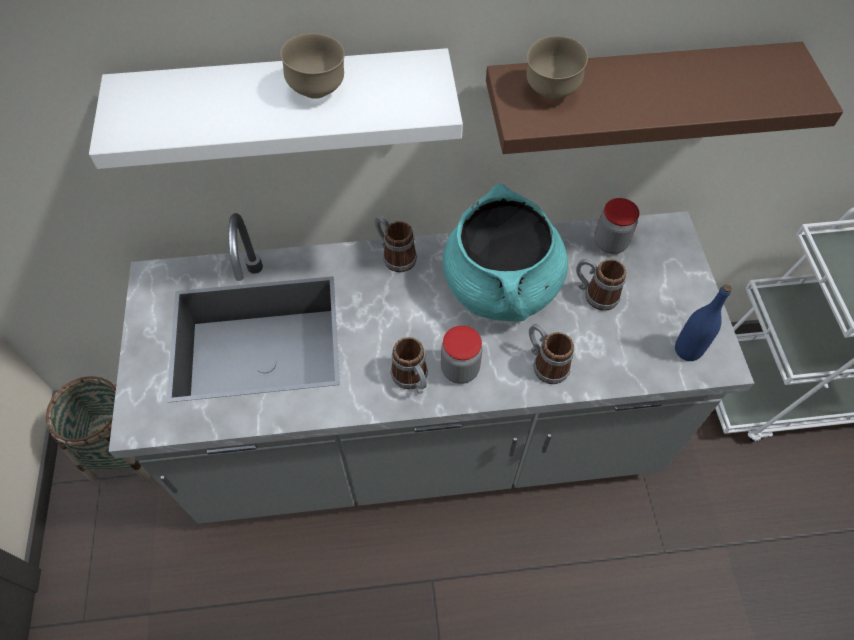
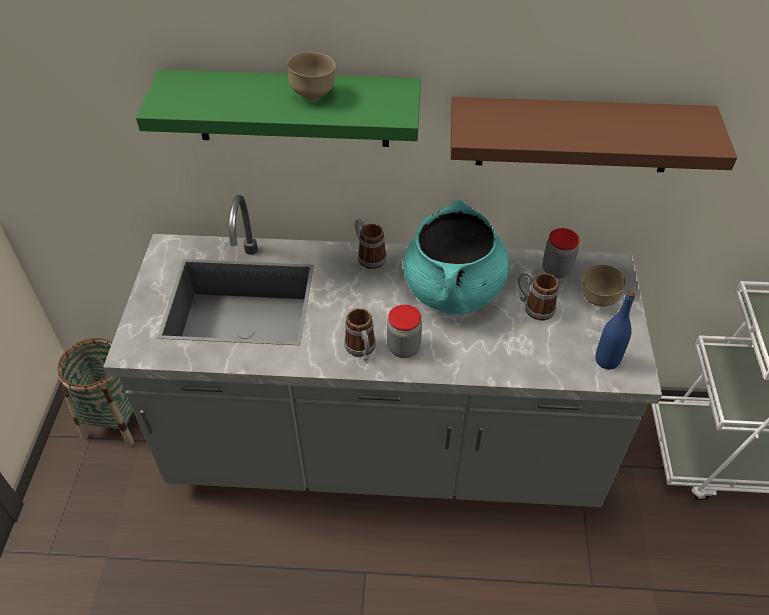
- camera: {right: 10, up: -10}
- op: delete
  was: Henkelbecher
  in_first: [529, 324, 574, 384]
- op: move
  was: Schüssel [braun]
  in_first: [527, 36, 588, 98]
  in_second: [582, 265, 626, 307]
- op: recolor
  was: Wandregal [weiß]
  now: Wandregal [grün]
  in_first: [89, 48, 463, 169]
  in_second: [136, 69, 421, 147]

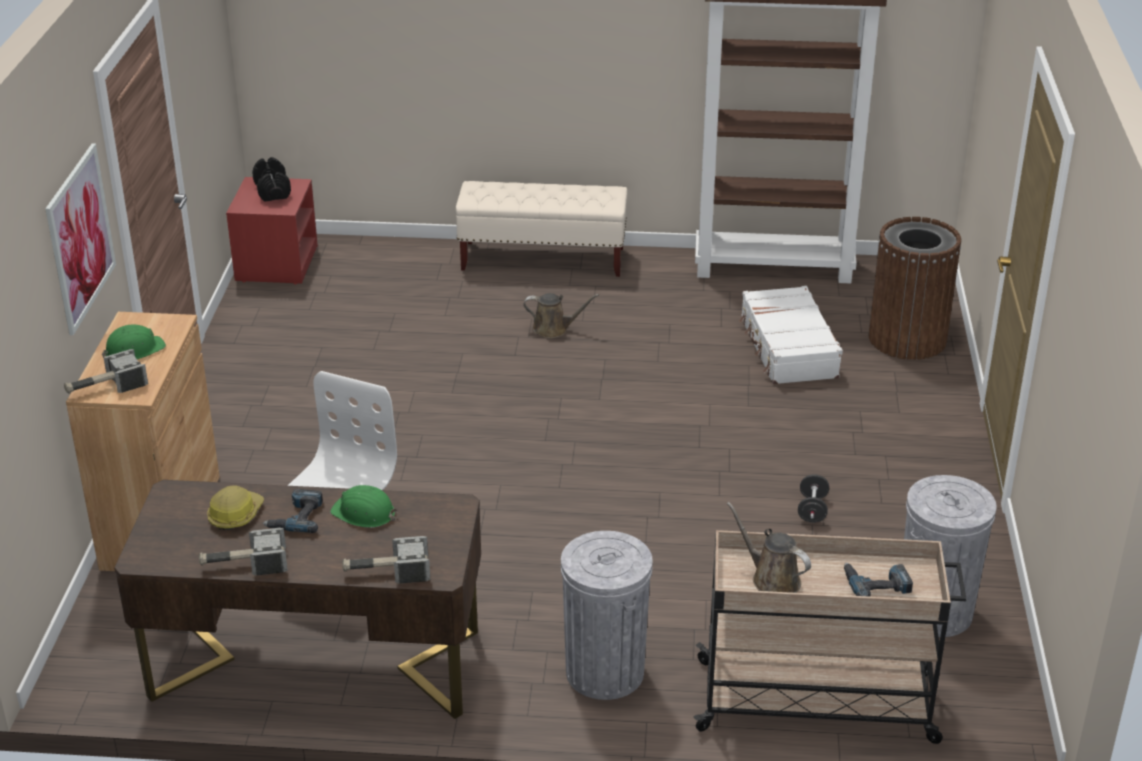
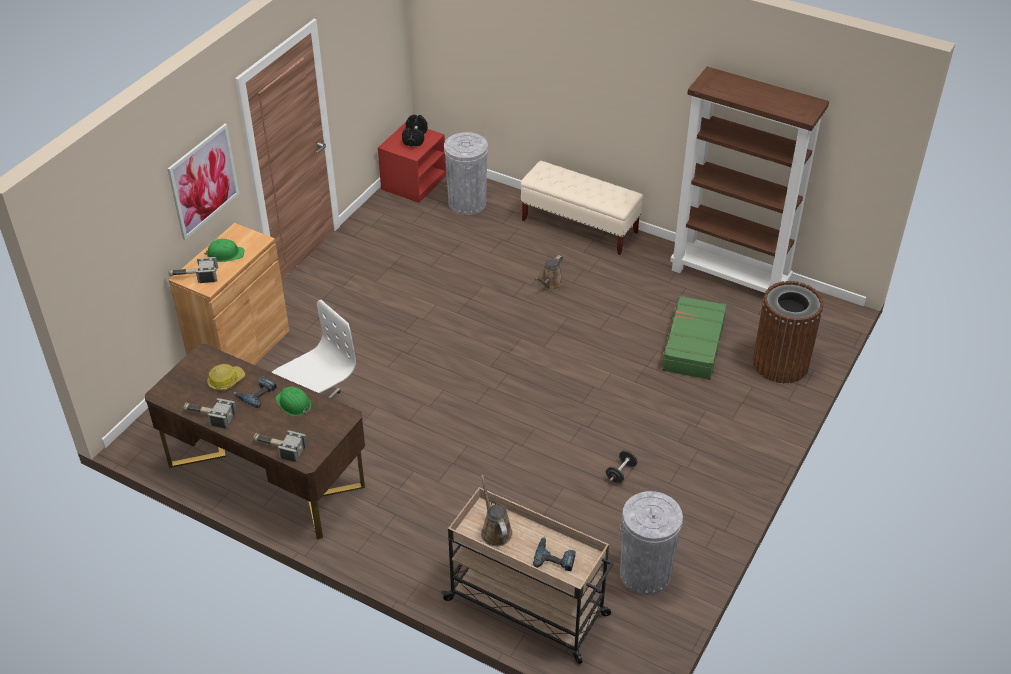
- camera: {right: 25, up: 10}
- op: move
  was: Mülleimer [grau]
  in_first: [561, 531, 653, 700]
  in_second: [444, 132, 488, 215]
- op: recolor
  was: Koffer [weiß]
  now: Koffer [grün]
  in_first: [739, 286, 843, 384]
  in_second: [660, 296, 727, 380]
- op: rotate
  was: Gießkanne [braun]
  in_first: [523, 293, 599, 338]
  in_second: [535, 255, 564, 290]
  clockwise: 90

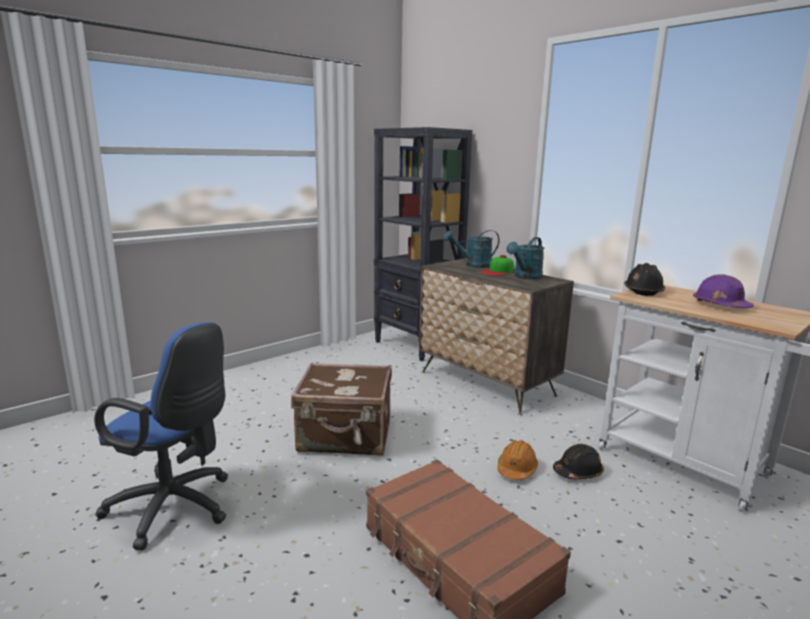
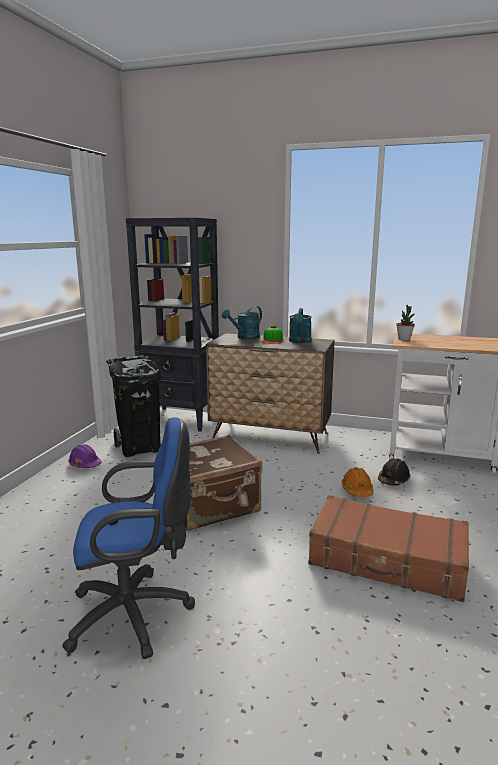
- camera: {right: -30, up: 0}
- op: insert
  now: Mülleimer [schwarz]
  in_second: [106, 356, 161, 457]
- op: move
  was: Schutzhelm [lila]
  in_first: [693, 274, 754, 308]
  in_second: [68, 444, 102, 468]
- op: replace
  was: Schutzhelm [schwarz]
  now: Topfpflanze
  in_first: [624, 263, 665, 296]
  in_second: [396, 305, 415, 340]

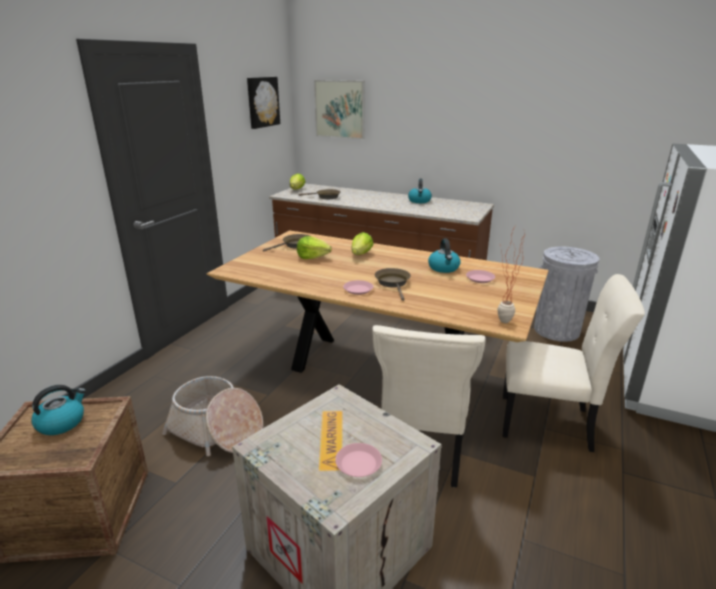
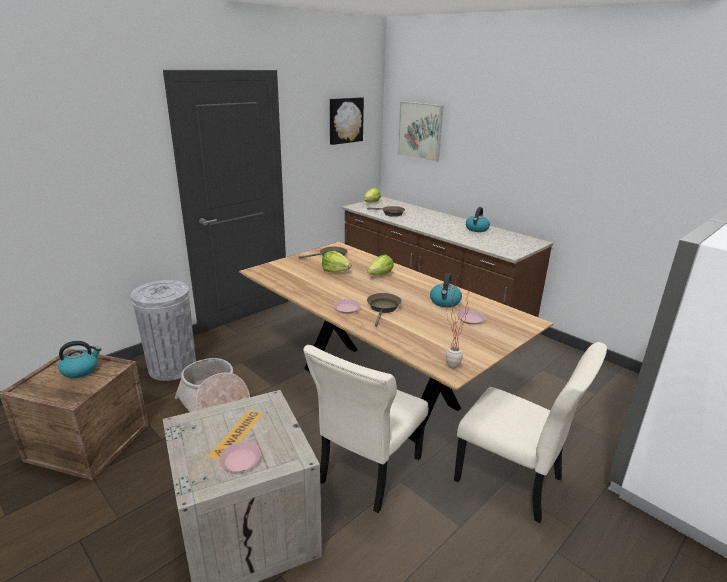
- camera: {right: 20, up: 0}
- op: move
  was: Mülleimer [grau]
  in_first: [534, 247, 599, 342]
  in_second: [131, 280, 196, 381]

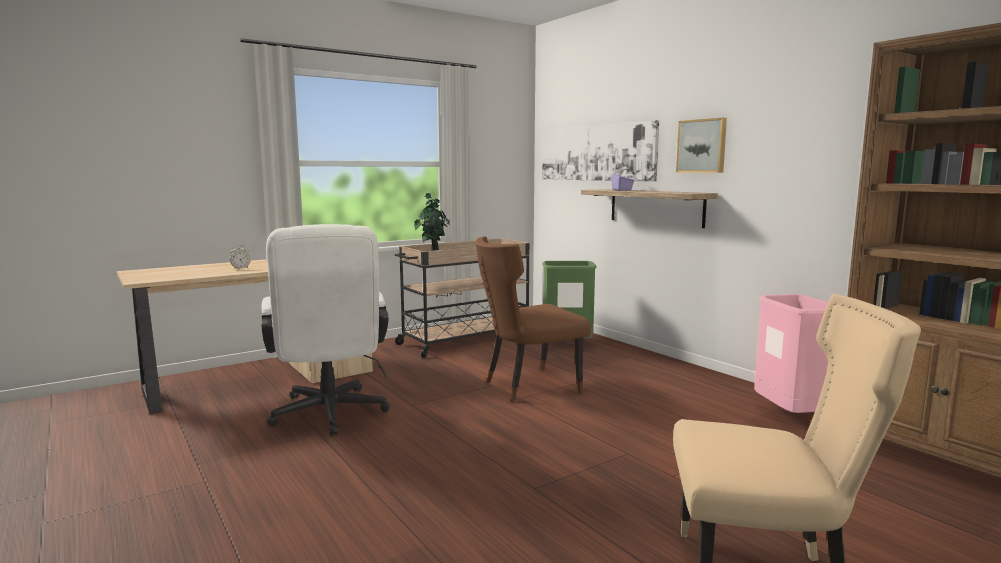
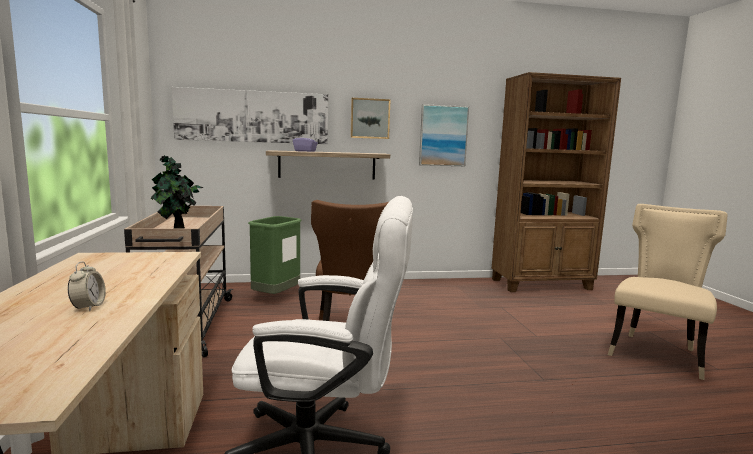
- camera: {right: -65, up: 0}
- op: delete
  was: Mülleimer [rosa]
  in_first: [754, 294, 828, 413]
- op: insert
  now: Bild
  in_second: [419, 104, 469, 166]

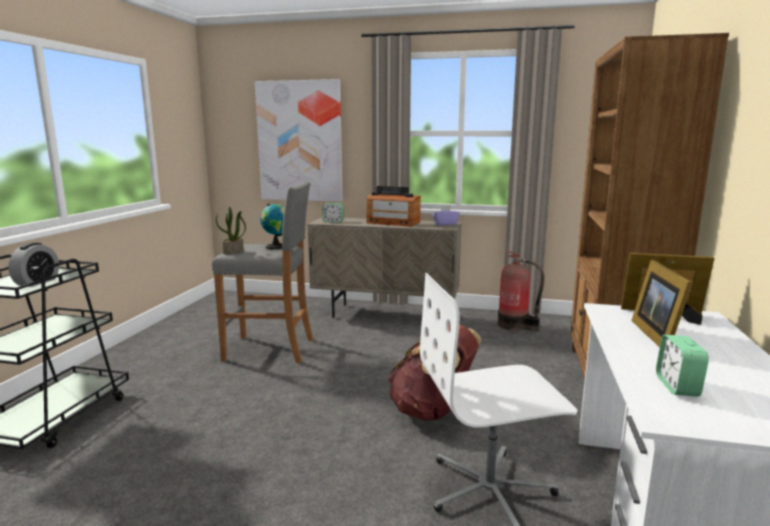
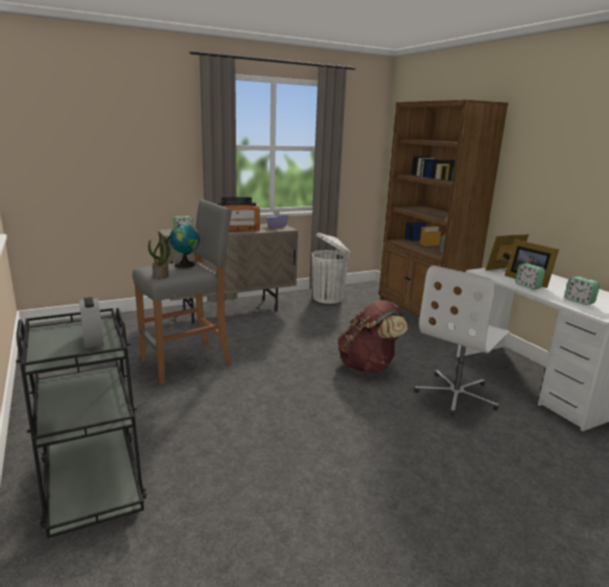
- camera: {right: -40, up: 5}
- op: delete
  was: Bild
  in_first: [255, 79, 343, 202]
- op: insert
  now: Wecker
  in_second: [515, 263, 545, 290]
- op: replace
  was: Feuerlöscher
  now: Mülleimer [weiß]
  in_first: [498, 251, 545, 331]
  in_second: [312, 232, 351, 304]

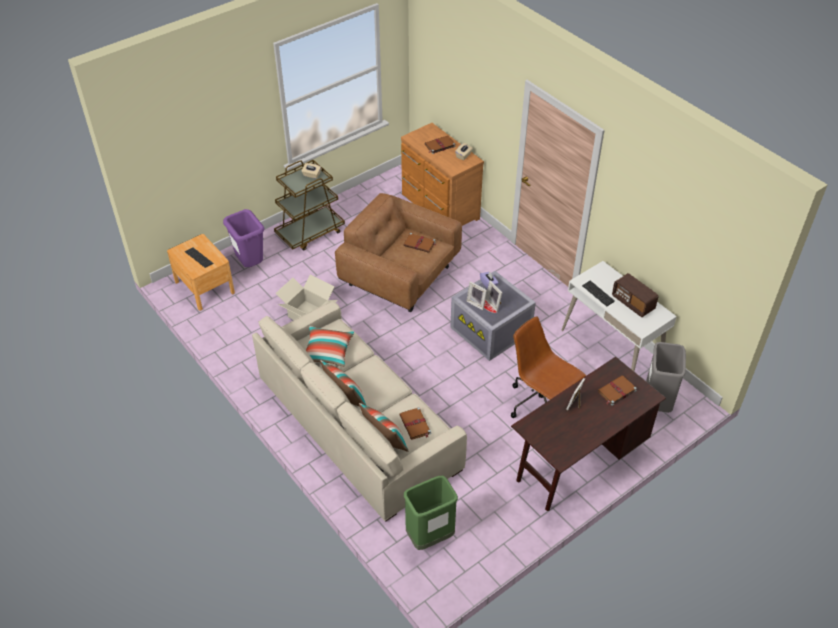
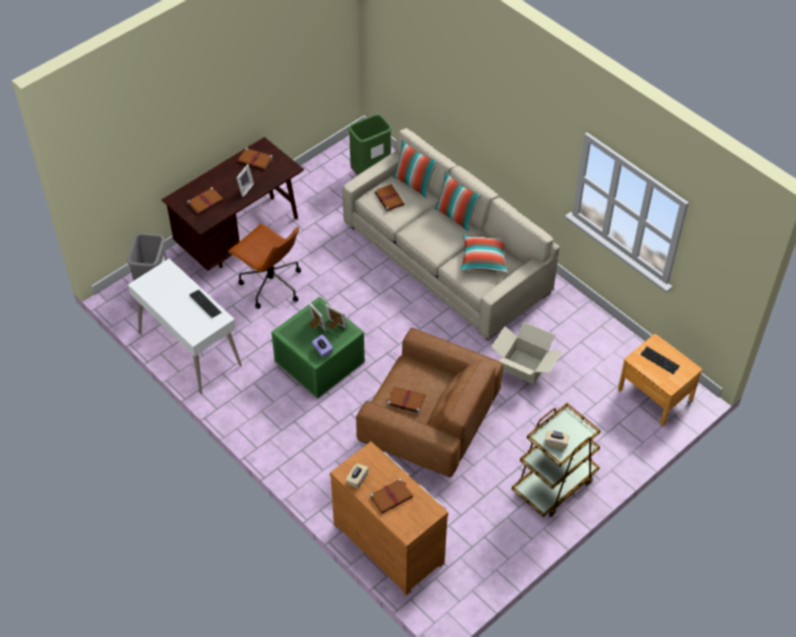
- camera: {right: 175, up: 5}
- op: delete
  was: Mülleimer [lila]
  in_first: [223, 209, 265, 267]
- op: delete
  was: Radio
  in_first: [612, 273, 658, 317]
- op: insert
  now: Buch [braun]
  in_second: [237, 148, 273, 170]
- op: recolor
  was: Aufbewahrungsbox [grau]
  now: Aufbewahrungsbox [grün]
  in_first: [450, 271, 536, 361]
  in_second: [271, 296, 365, 398]

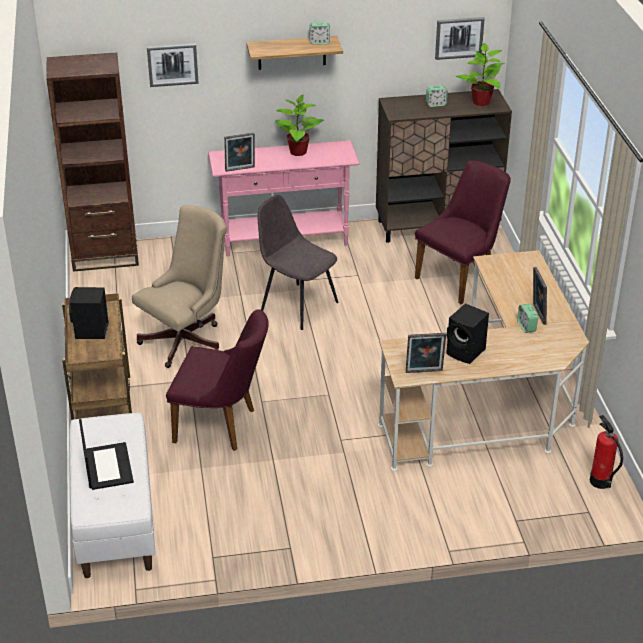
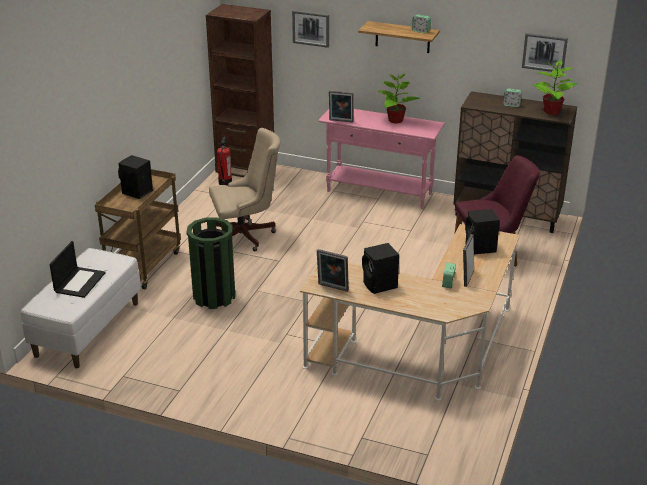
- camera: {right: 30, up: -5}
- op: delete
  was: Stuhl [grau]
  in_first: [257, 195, 338, 330]
- op: insert
  now: Lautsprecher [schwarz]
  in_second: [465, 209, 500, 255]
- op: move
  was: Feuerlöscher
  in_first: [590, 415, 623, 489]
  in_second: [217, 136, 232, 186]
- op: replace
  was: Stuhl [lila]
  now: Mülleimer [grün]
  in_first: [166, 309, 269, 451]
  in_second: [186, 217, 235, 309]

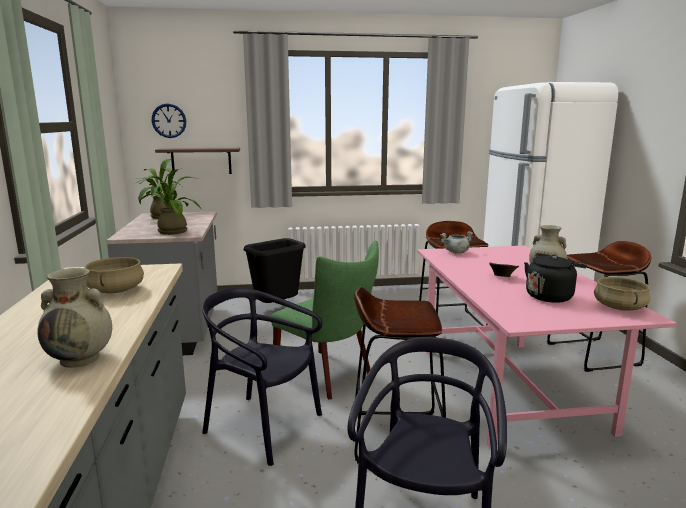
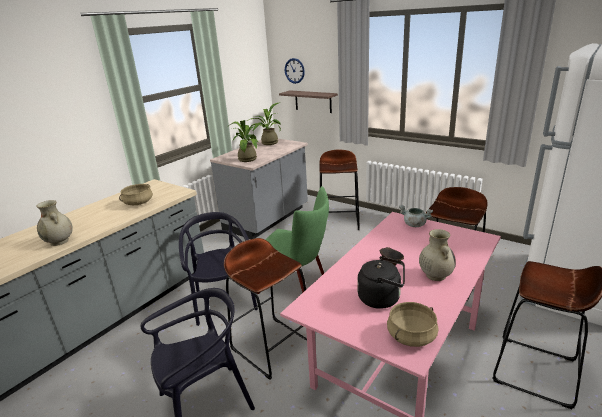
- camera: {right: 45, up: 10}
- op: replace
  was: Mülleimer [schwarz]
  now: Hocker [braun]
  in_first: [244, 238, 306, 303]
  in_second: [319, 150, 360, 230]
- op: rotate
  was: Stuhl [grün]
  in_first: [271, 240, 379, 399]
  in_second: [257, 186, 329, 294]
  clockwise: -60

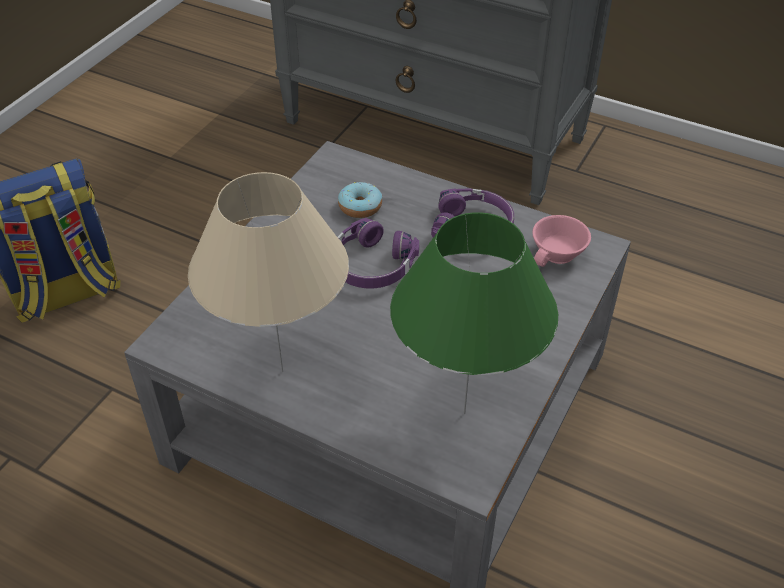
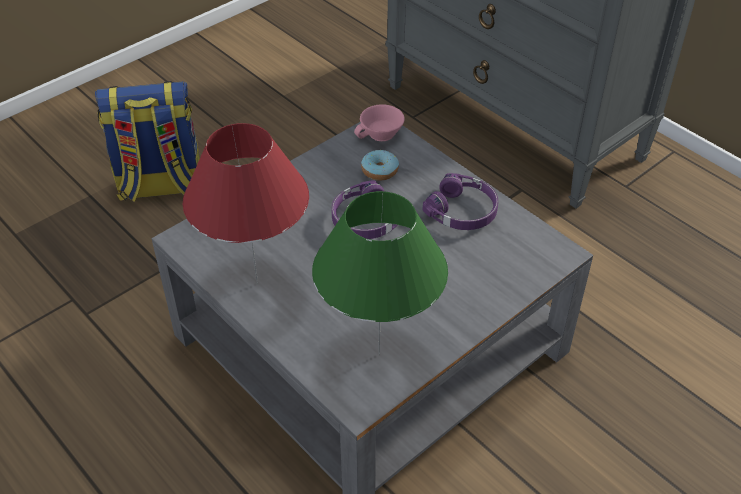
- camera: {right: 20, up: 0}
- op: move
  was: Tasse [rosa]
  in_first: [532, 215, 591, 267]
  in_second: [354, 104, 405, 141]
- op: recolor
  was: Tischlampe [beige]
  now: Tischlampe [rot]
  in_first: [188, 172, 349, 372]
  in_second: [182, 123, 309, 285]

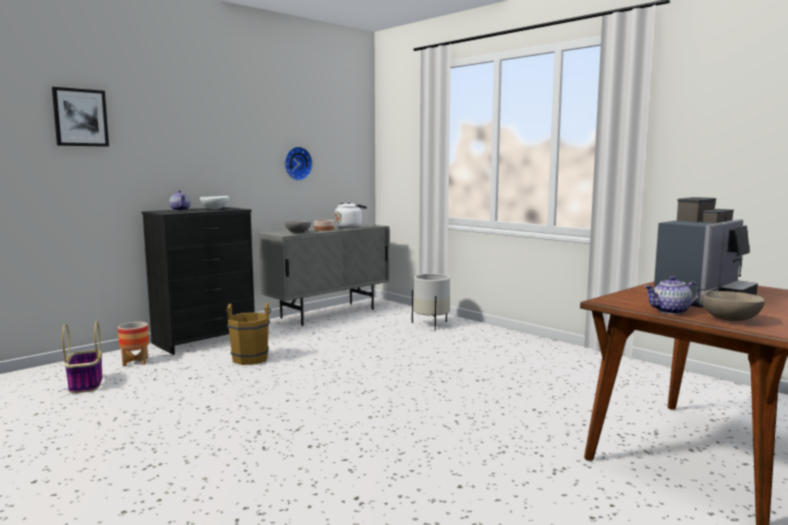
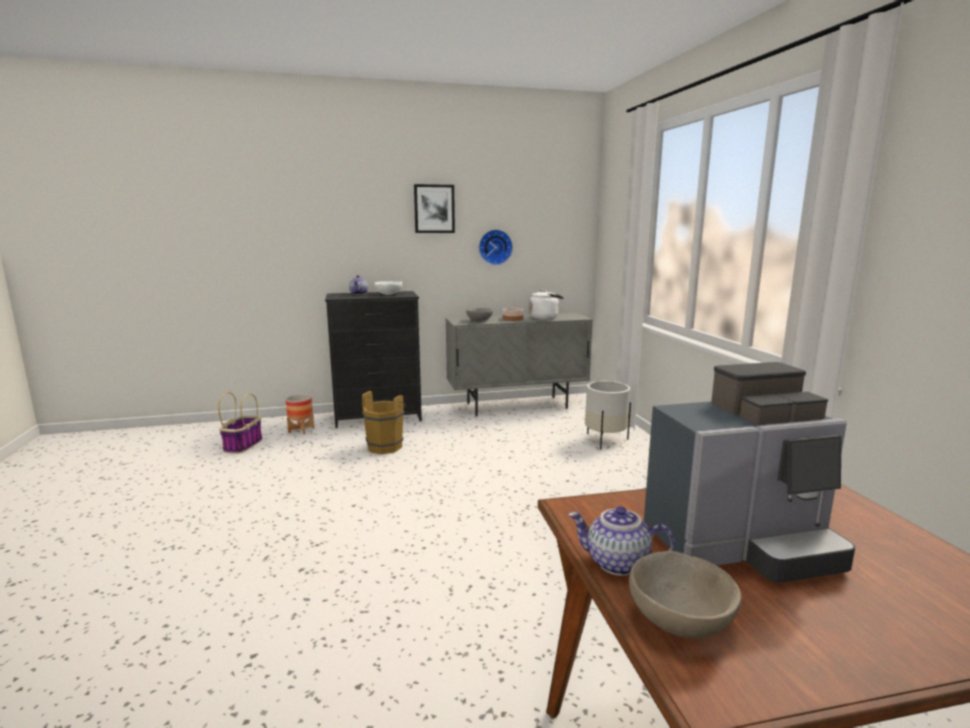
- camera: {right: 30, up: 5}
- op: move
  was: Bild
  in_first: [52, 87, 109, 147]
  in_second: [414, 184, 455, 233]

